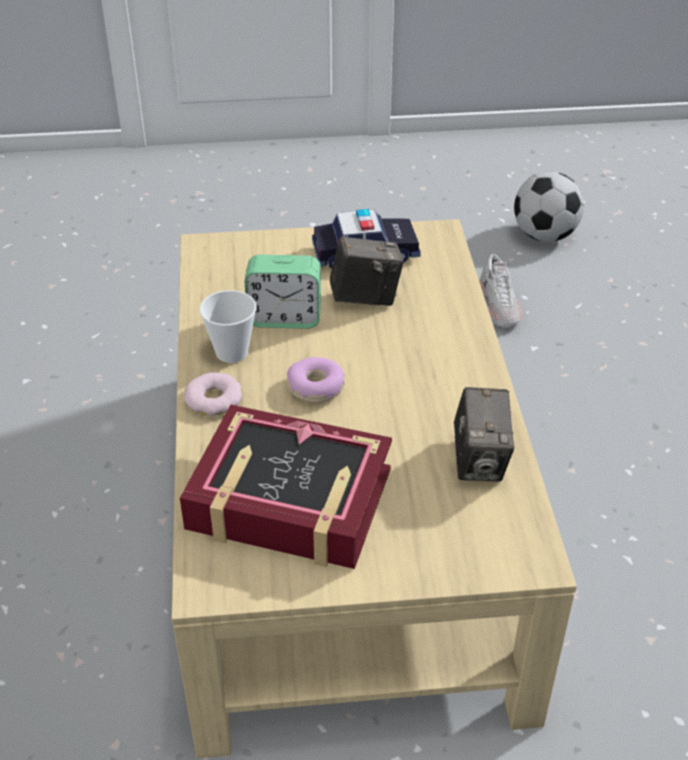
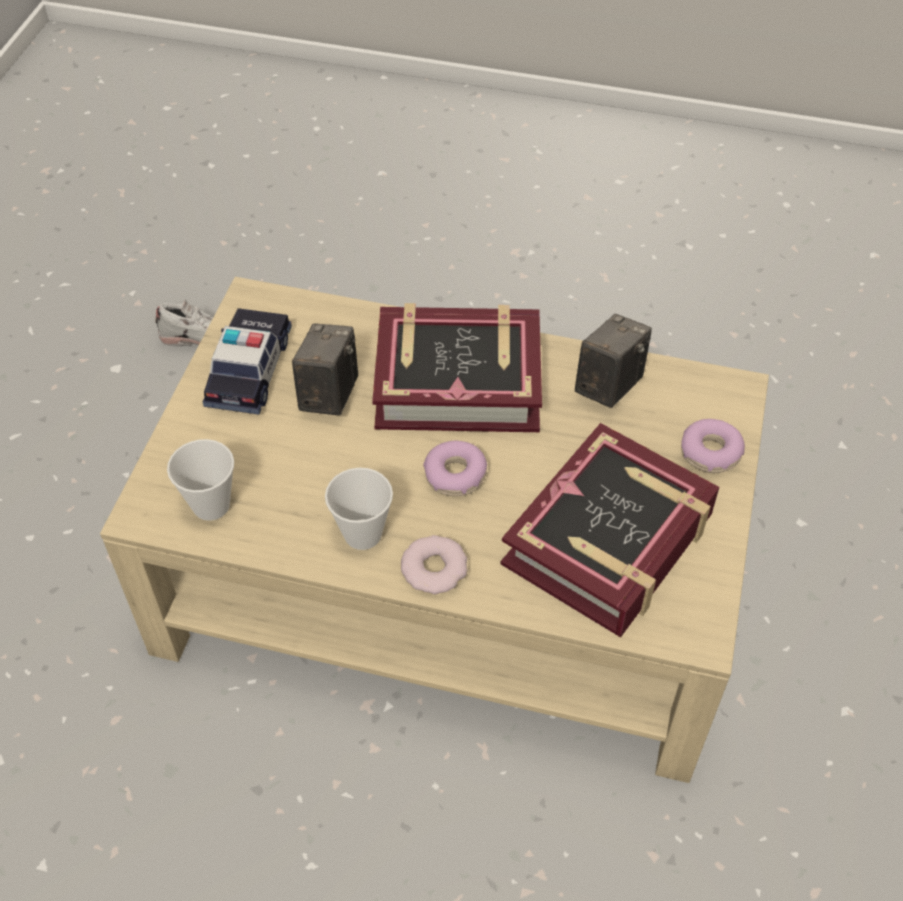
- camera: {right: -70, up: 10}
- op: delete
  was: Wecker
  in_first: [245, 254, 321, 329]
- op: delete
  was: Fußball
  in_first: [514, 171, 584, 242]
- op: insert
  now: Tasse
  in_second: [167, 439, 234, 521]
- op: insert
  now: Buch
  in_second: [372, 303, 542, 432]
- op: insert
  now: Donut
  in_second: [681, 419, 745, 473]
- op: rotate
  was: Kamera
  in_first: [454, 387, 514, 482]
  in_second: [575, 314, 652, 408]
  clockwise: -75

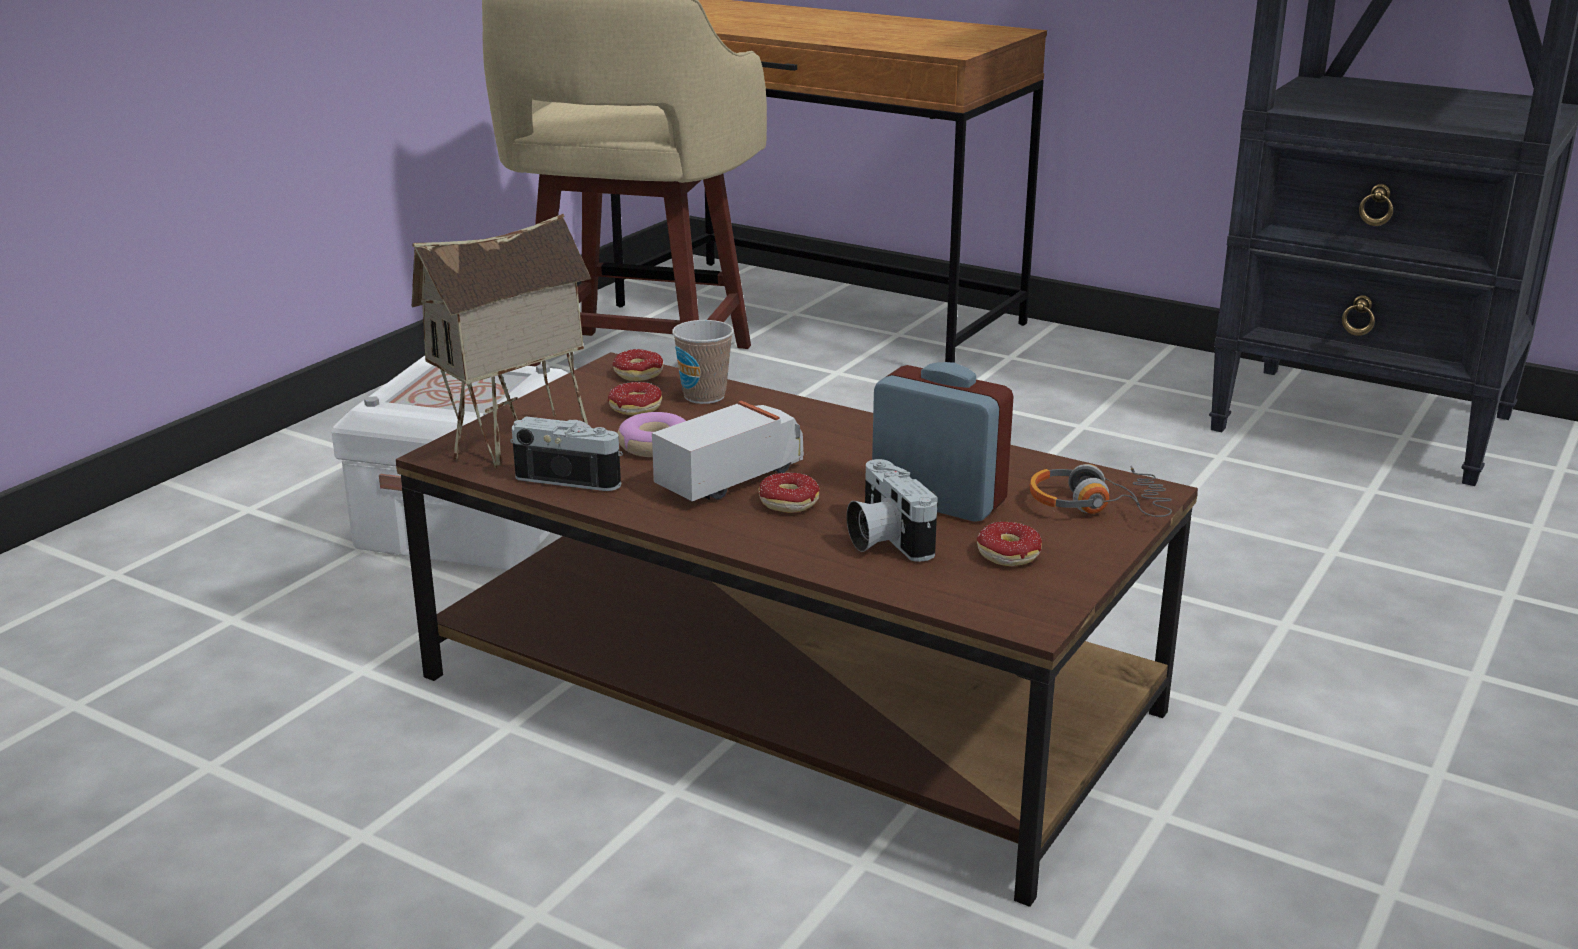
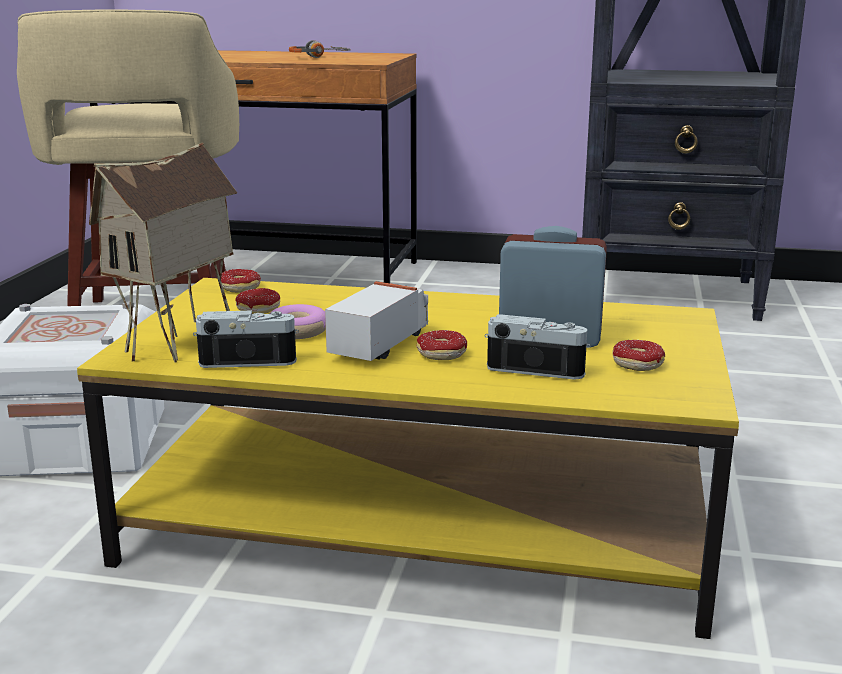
- camera: {right: -20, up: -5}
- op: delete
  was: Tasse
  in_first: [672, 320, 734, 404]
- op: move
  was: Kopfhörer
  in_first: [1029, 464, 1172, 517]
  in_second: [289, 40, 351, 58]
- op: recolor
  was: Couchtisch [braun]
  now: Couchtisch [gelb]
  in_first: [396, 352, 1198, 907]
  in_second: [77, 278, 739, 639]
- op: rotate
  was: Kamera
  in_first: [846, 459, 938, 562]
  in_second: [484, 314, 591, 380]
  clockwise: 150

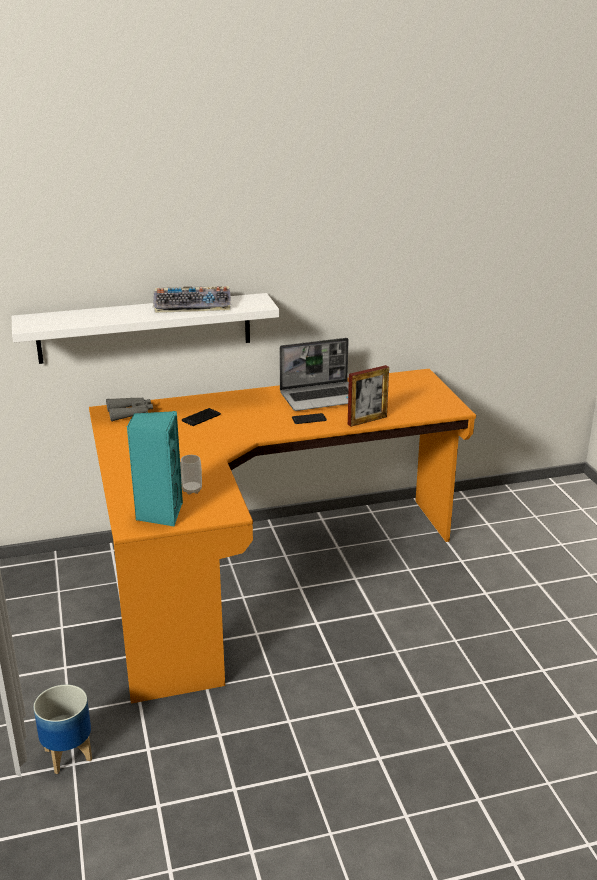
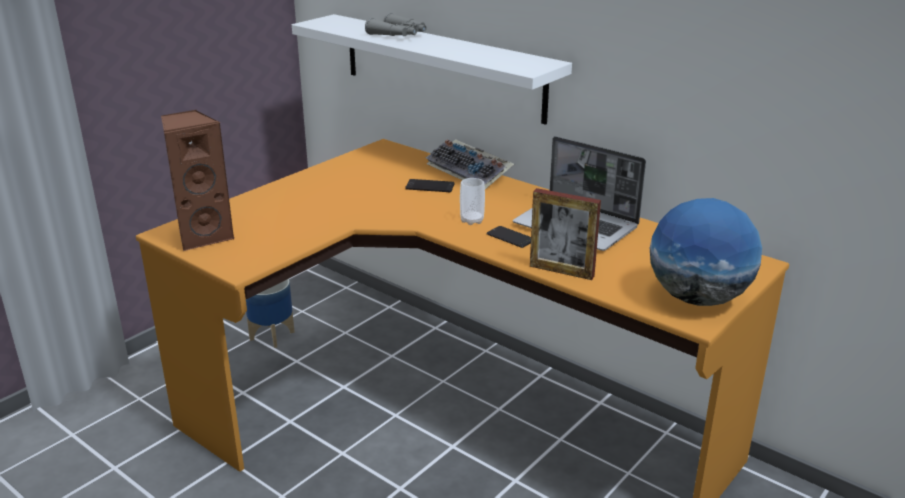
- camera: {right: 55, up: 0}
- op: insert
  now: Globus
  in_second: [650, 198, 762, 306]
- op: move
  was: Pflanzkübel
  in_first: [34, 684, 92, 774]
  in_second: [246, 279, 295, 348]
- op: move
  was: Fernglas [grau]
  in_first: [106, 397, 153, 421]
  in_second: [365, 13, 427, 36]
- op: move
  was: Tastatur
  in_first: [153, 286, 231, 313]
  in_second: [426, 139, 514, 189]
- op: move
  was: Tasse
  in_first: [180, 455, 202, 495]
  in_second: [460, 178, 485, 225]
- op: recolor
  was: Lautsprecher [türkis]
  now: Lautsprecher [braun]
  in_first: [127, 411, 183, 527]
  in_second: [161, 110, 235, 251]

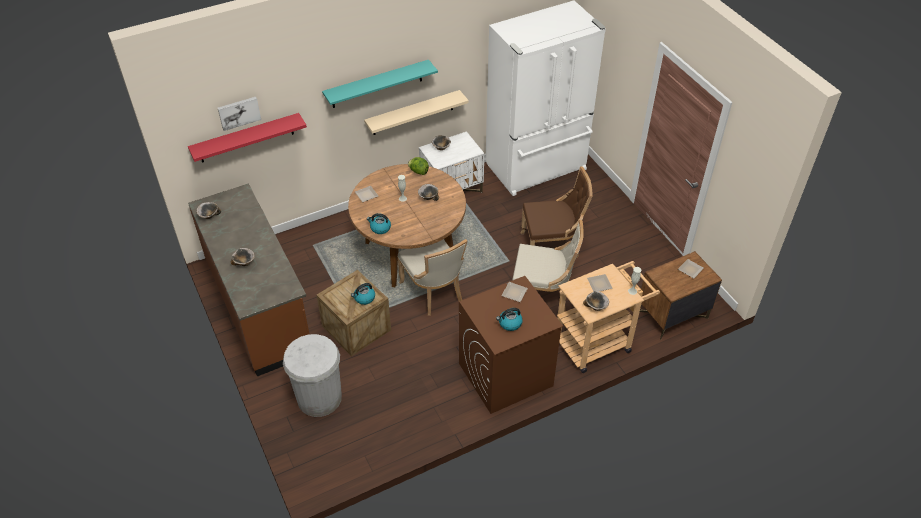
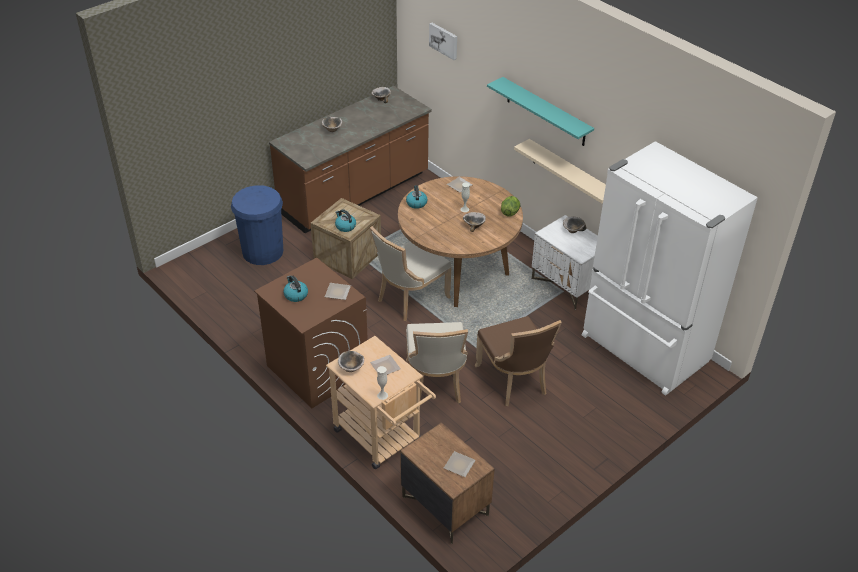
- camera: {right: 75, up: -5}
- op: delete
  was: Wandregal [rot]
  in_first: [188, 113, 307, 163]
- op: recolor
  was: Mülleimer [weiß]
  now: Mülleimer [blau]
  in_first: [283, 334, 342, 417]
  in_second: [231, 185, 283, 265]

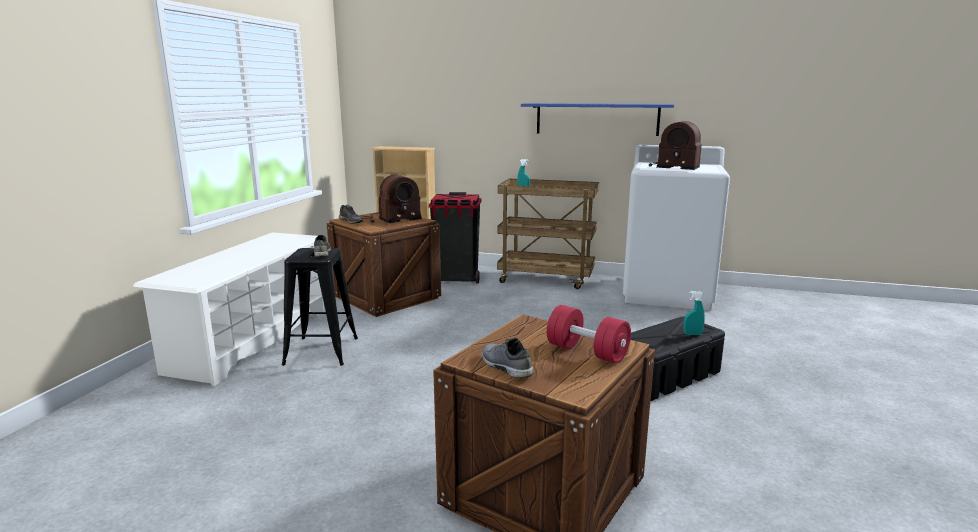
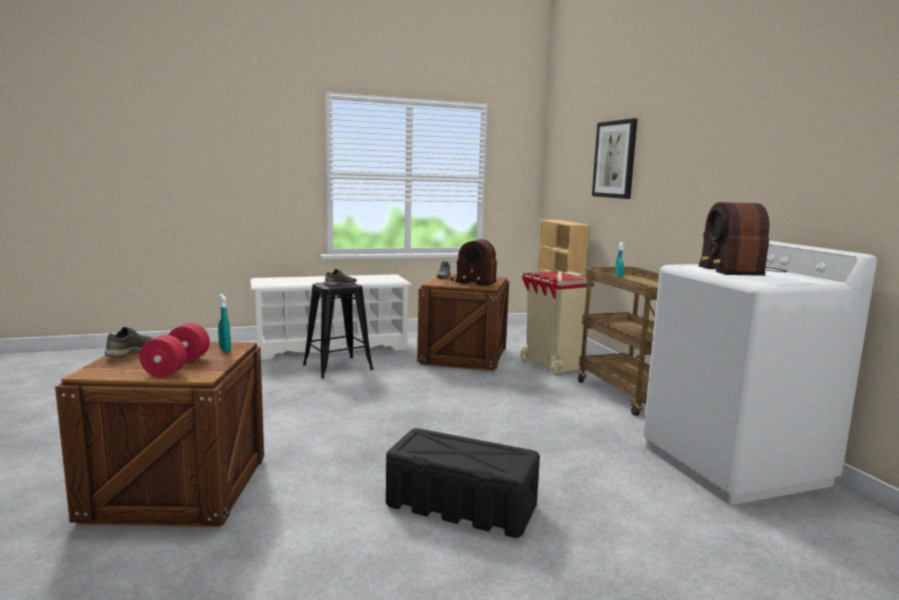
- camera: {right: 55, up: -5}
- op: delete
  was: Wandregal [blau]
  in_first: [521, 103, 674, 136]
- op: insert
  now: Bild
  in_second: [592, 118, 637, 199]
- op: move
  was: Sprühflasche [türkis]
  in_first: [683, 291, 705, 335]
  in_second: [218, 294, 231, 352]
- op: recolor
  was: Mülleimer [schwarz]
  now: Mülleimer [beige]
  in_first: [429, 192, 481, 283]
  in_second: [520, 271, 594, 374]

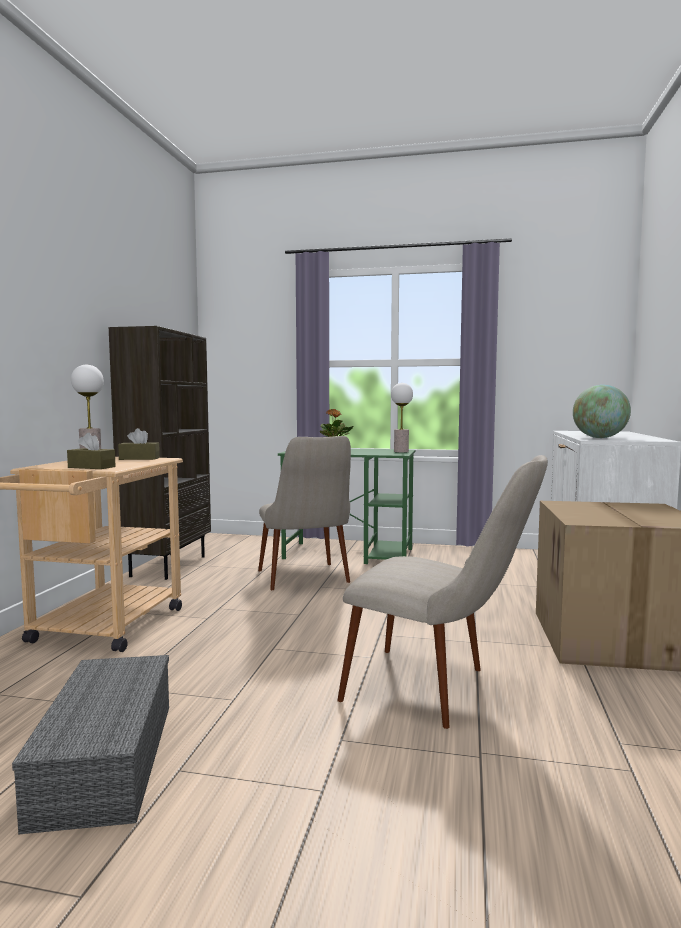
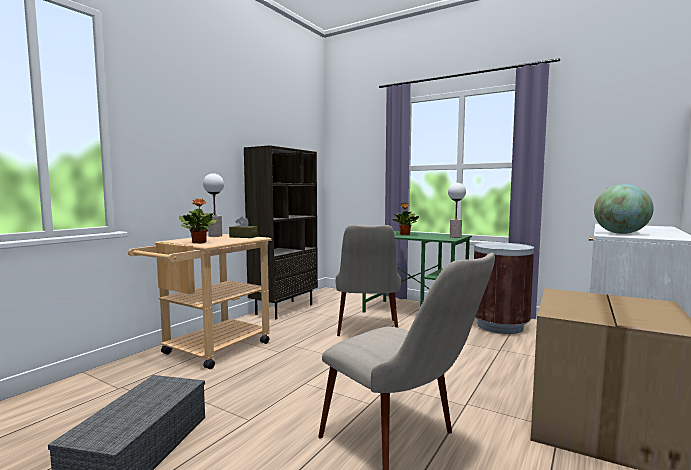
- camera: {right: 20, up: 0}
- op: insert
  now: Mülleimer [braun]
  in_second: [474, 242, 534, 334]
- op: replace
  was: Taschentuchbox [braun]
  now: Topfpflanze
  in_first: [67, 433, 116, 469]
  in_second: [179, 198, 217, 244]

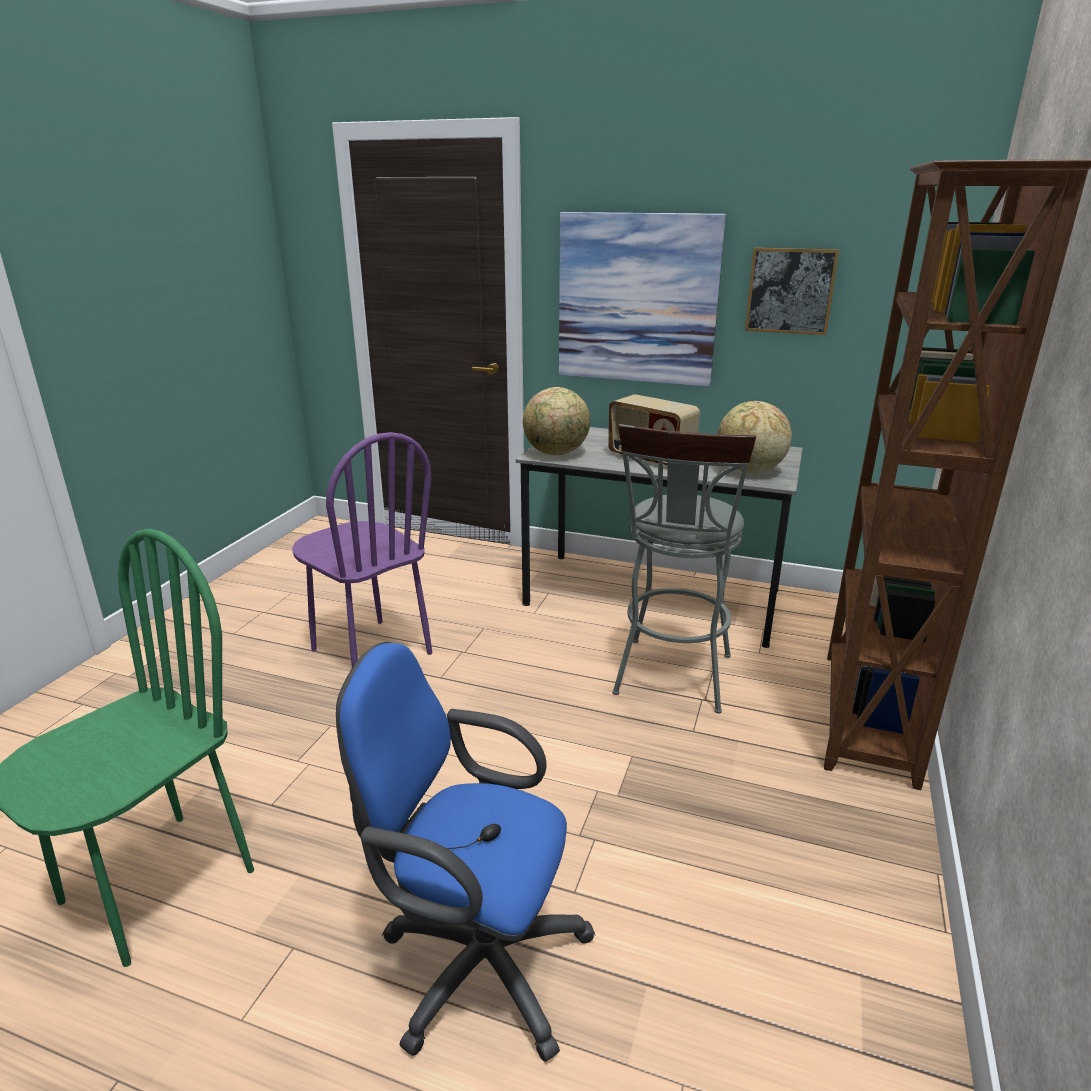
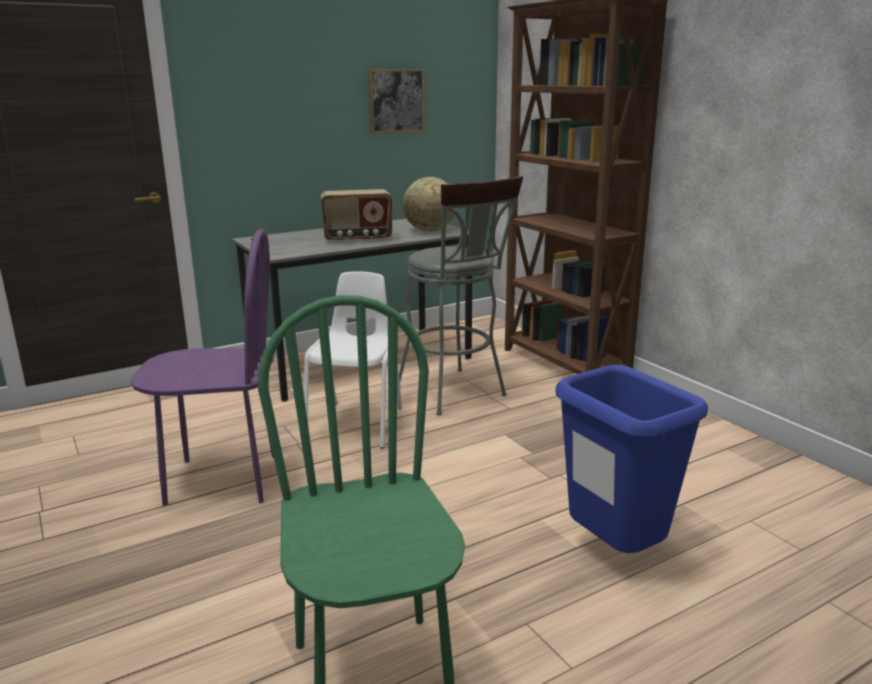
- camera: {right: -50, up: -5}
- op: delete
  was: Globus
  in_first: [523, 387, 590, 455]
- op: delete
  was: Bild
  in_first: [559, 212, 726, 387]
- op: insert
  now: Stuhl [weiß]
  in_second: [304, 271, 402, 448]
- op: replace
  was: Bürostuhl [blau]
  now: Mülleimer [blau]
  in_first: [336, 642, 595, 1062]
  in_second: [556, 365, 708, 553]

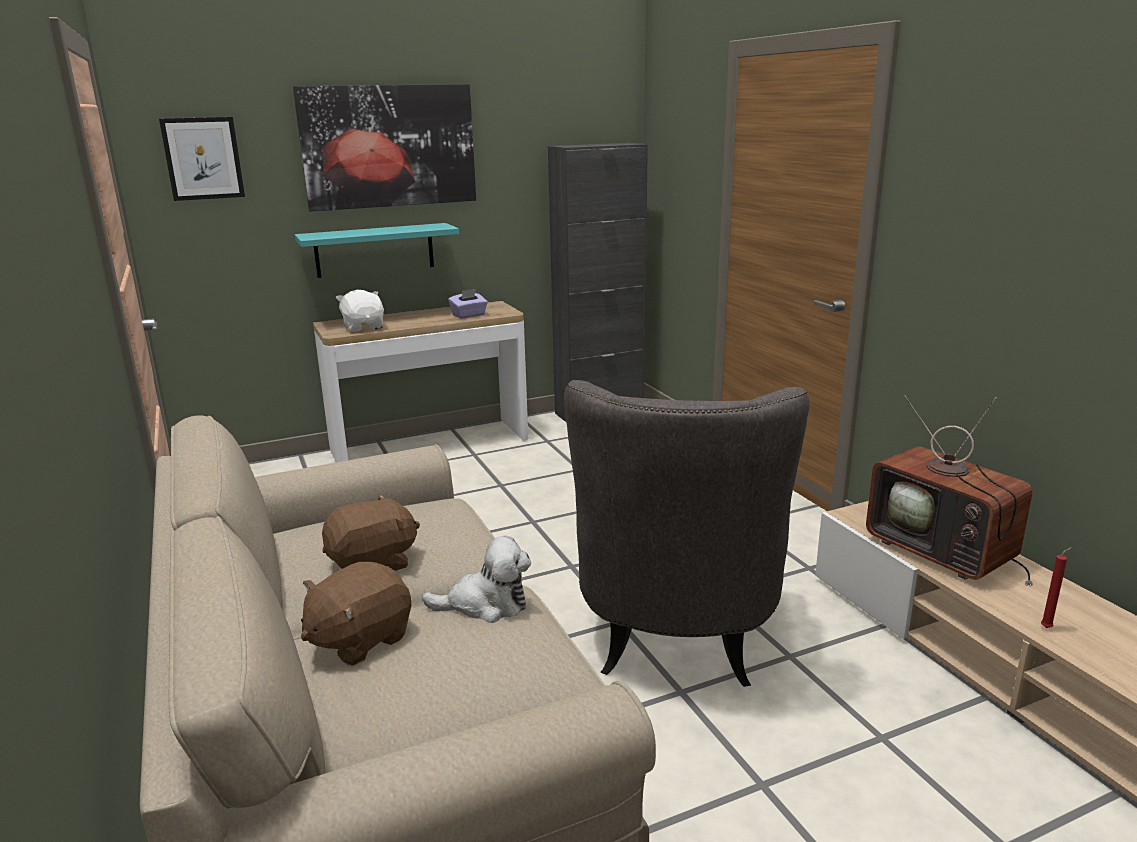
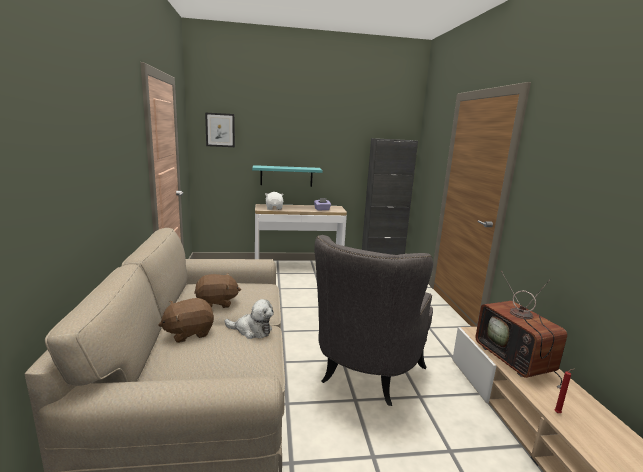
- camera: {right: 15, up: -5}
- op: delete
  was: Bild
  in_first: [293, 84, 476, 212]

